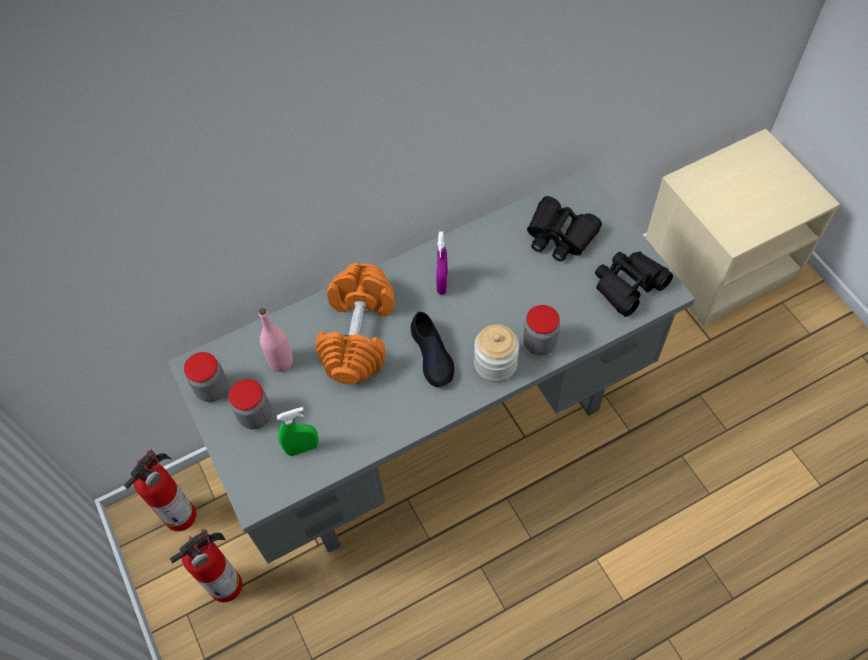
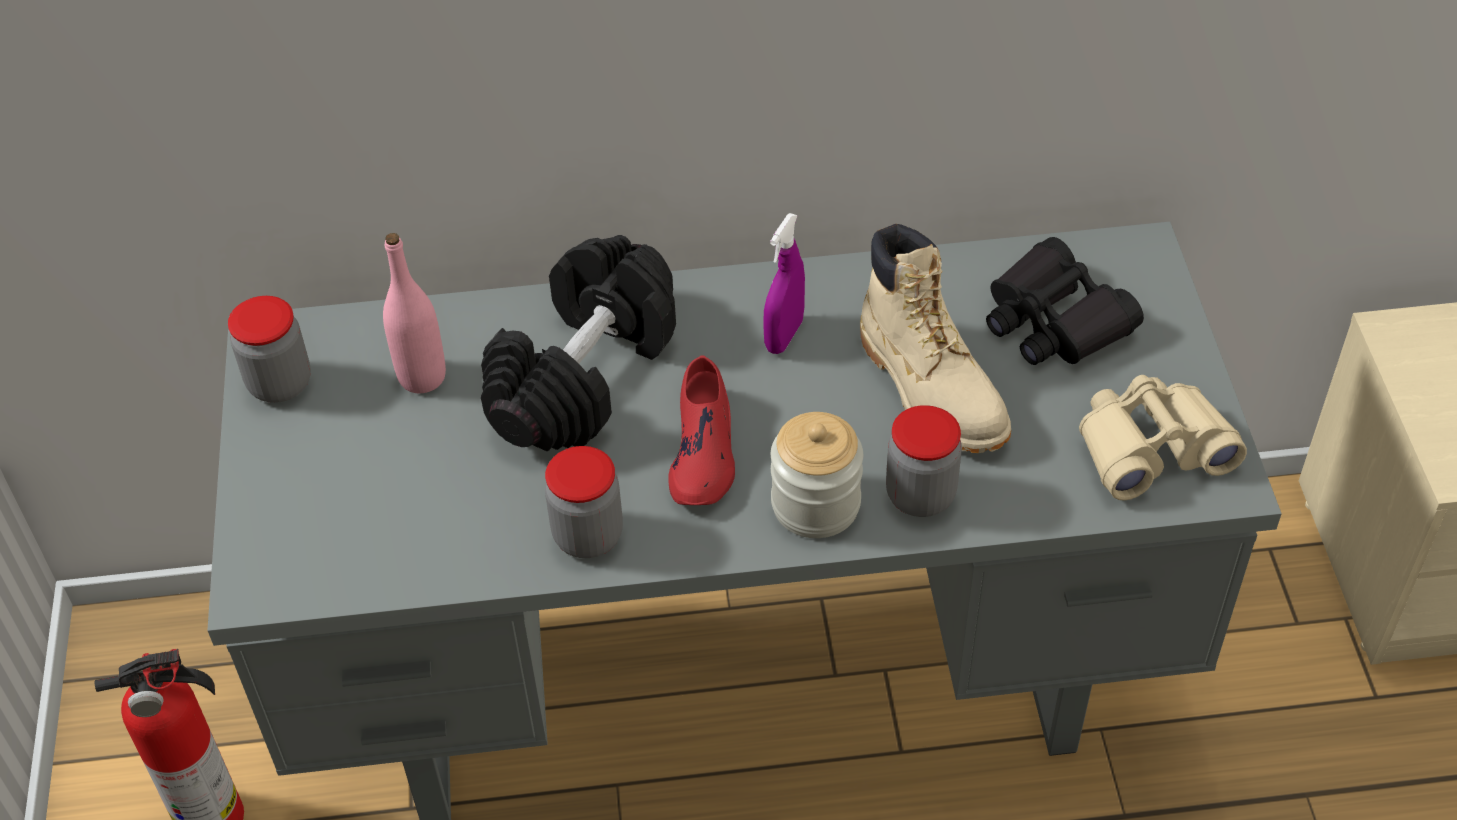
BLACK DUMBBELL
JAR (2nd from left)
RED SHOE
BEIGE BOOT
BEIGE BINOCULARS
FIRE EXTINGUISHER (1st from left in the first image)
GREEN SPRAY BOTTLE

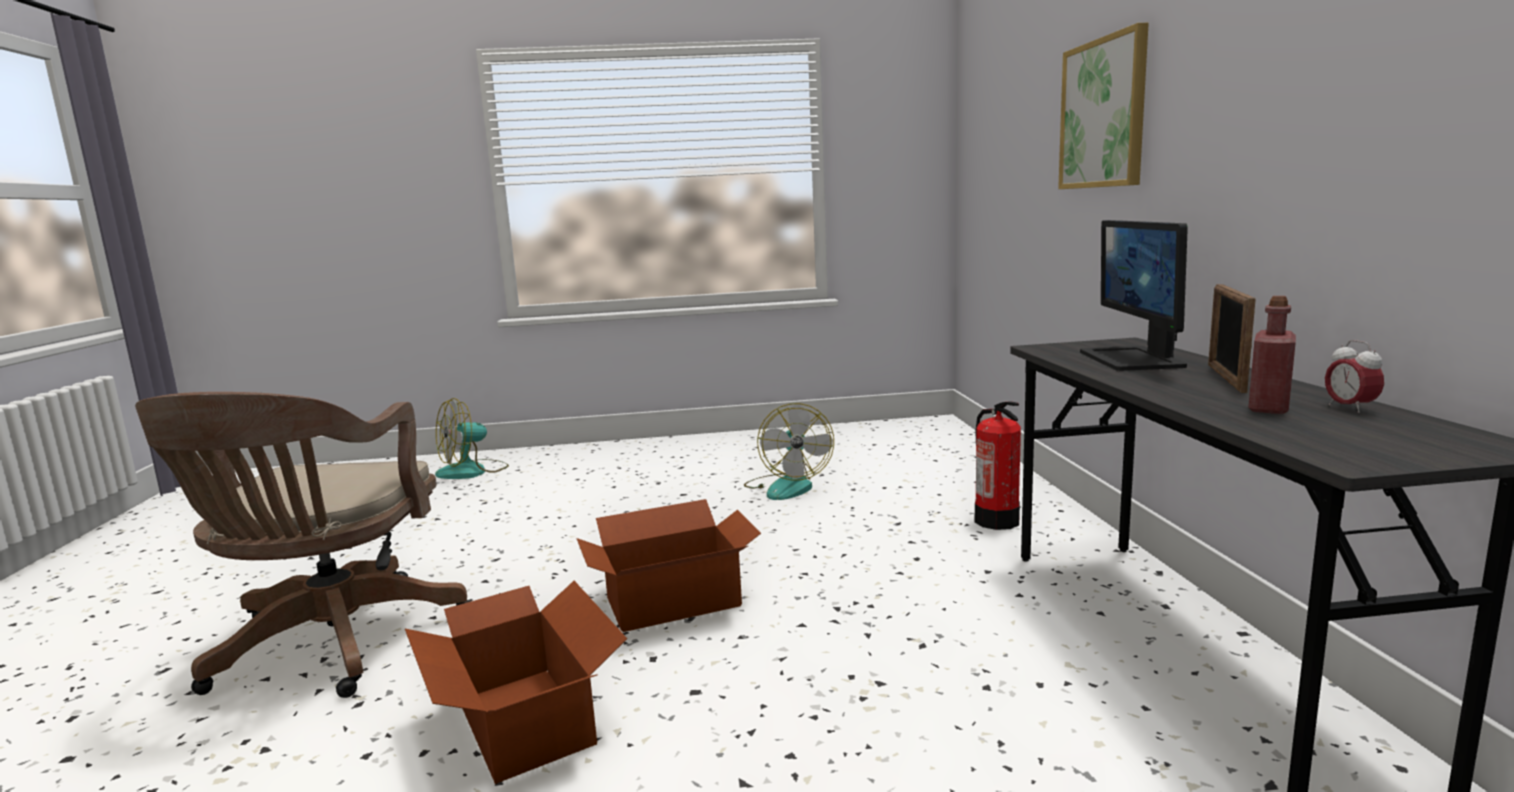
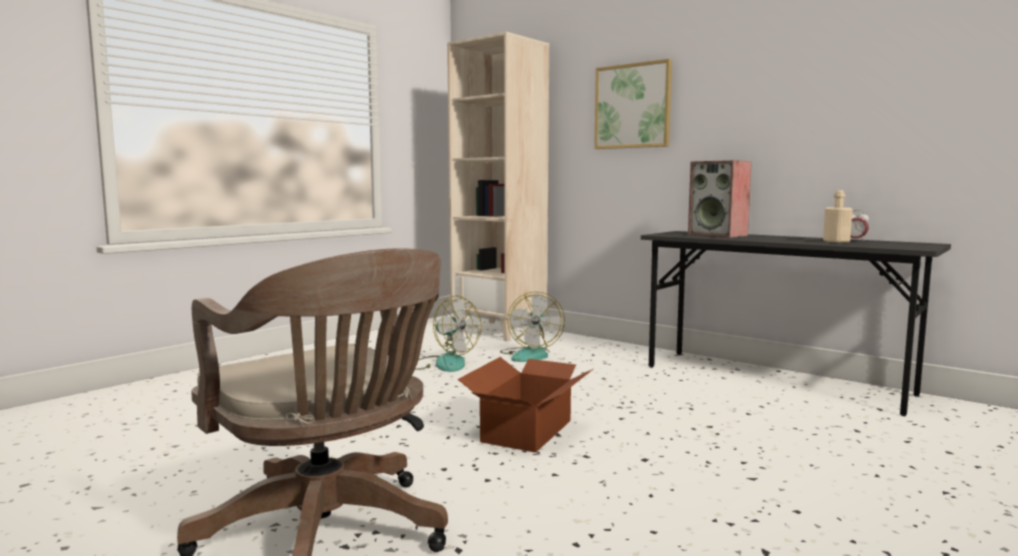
BEIGE BOOKCASE
FAN (2nd from left)
SPEAKER
BEIGE BOTTLE
CARDBOARD BOX (1st from left in the first image)
FIRE EXTINGUISHER
PICTURE FRAME

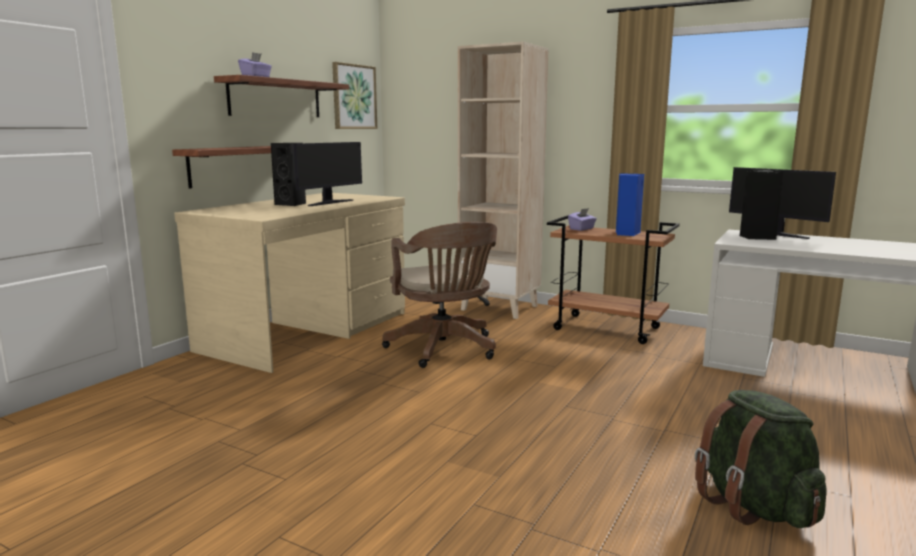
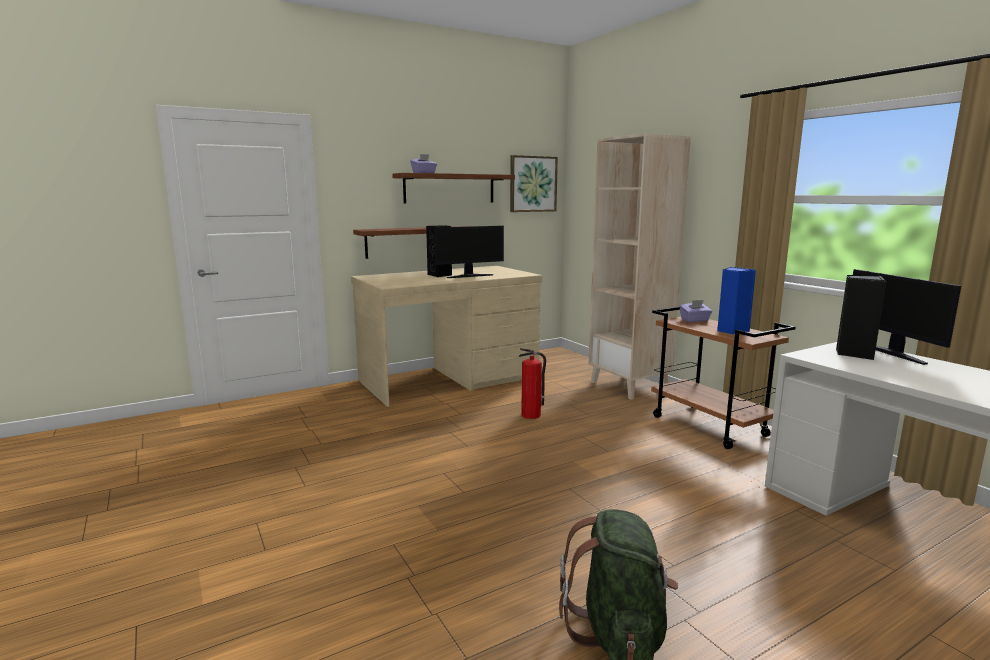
FIRE EXTINGUISHER

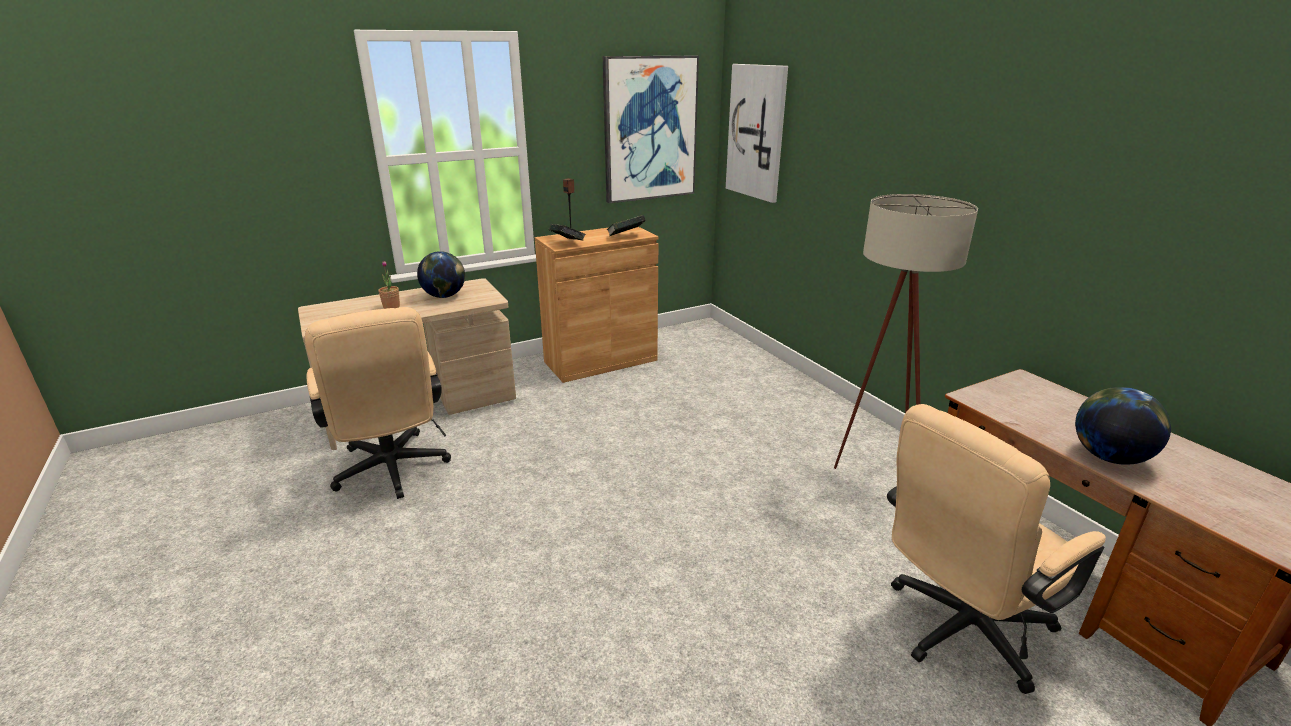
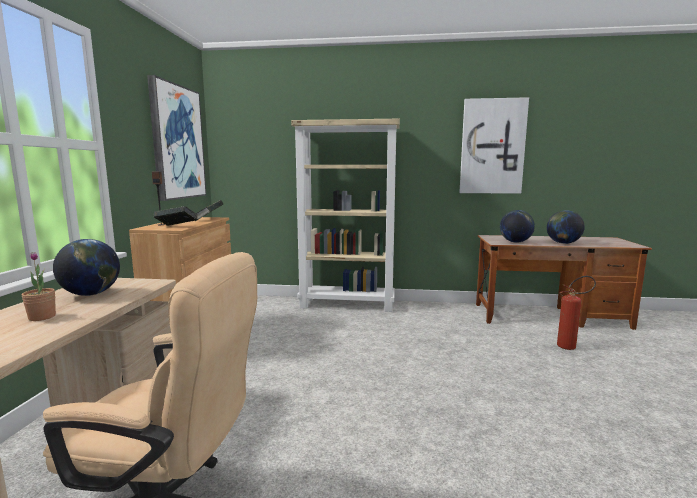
BEIGE BOOKCASE
PICTURE (2nd from left)
GLOBE (2nd from left)
FIRE EXTINGUISHER
BEIGE FLOOR LAMP

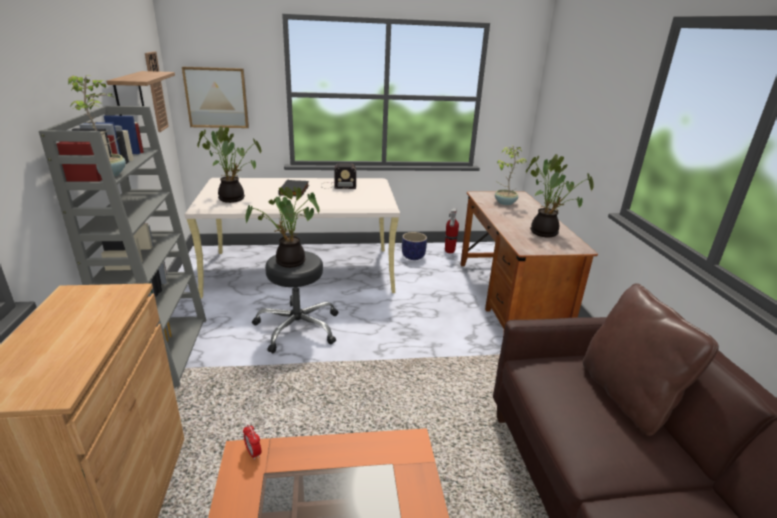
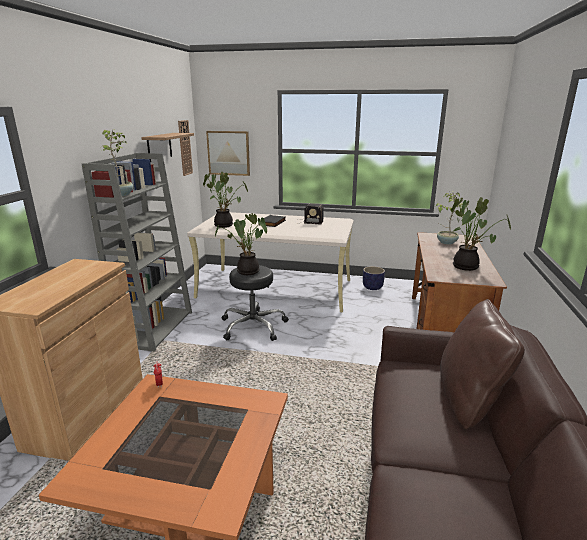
FIRE EXTINGUISHER

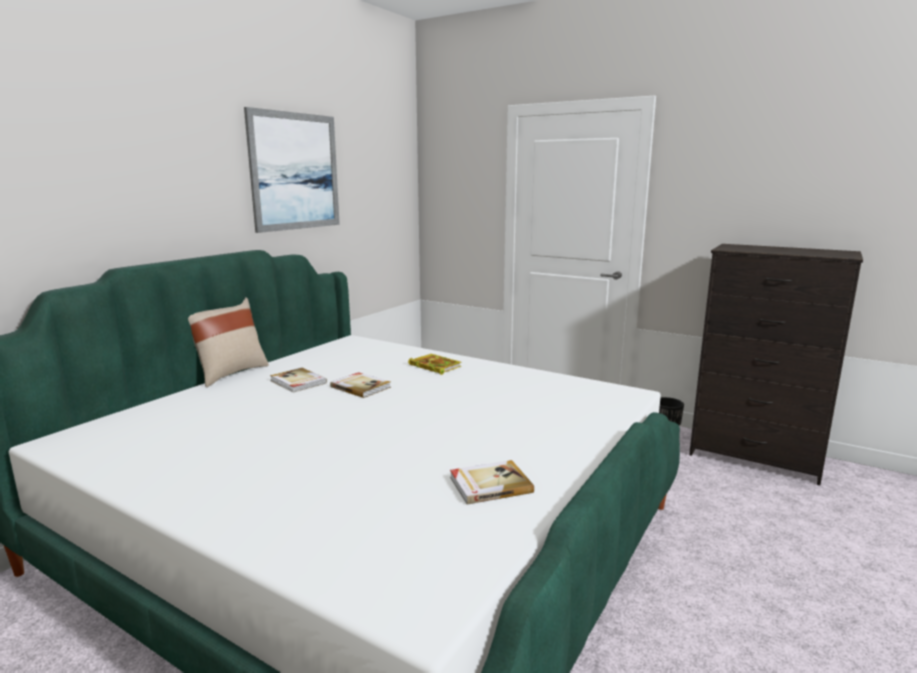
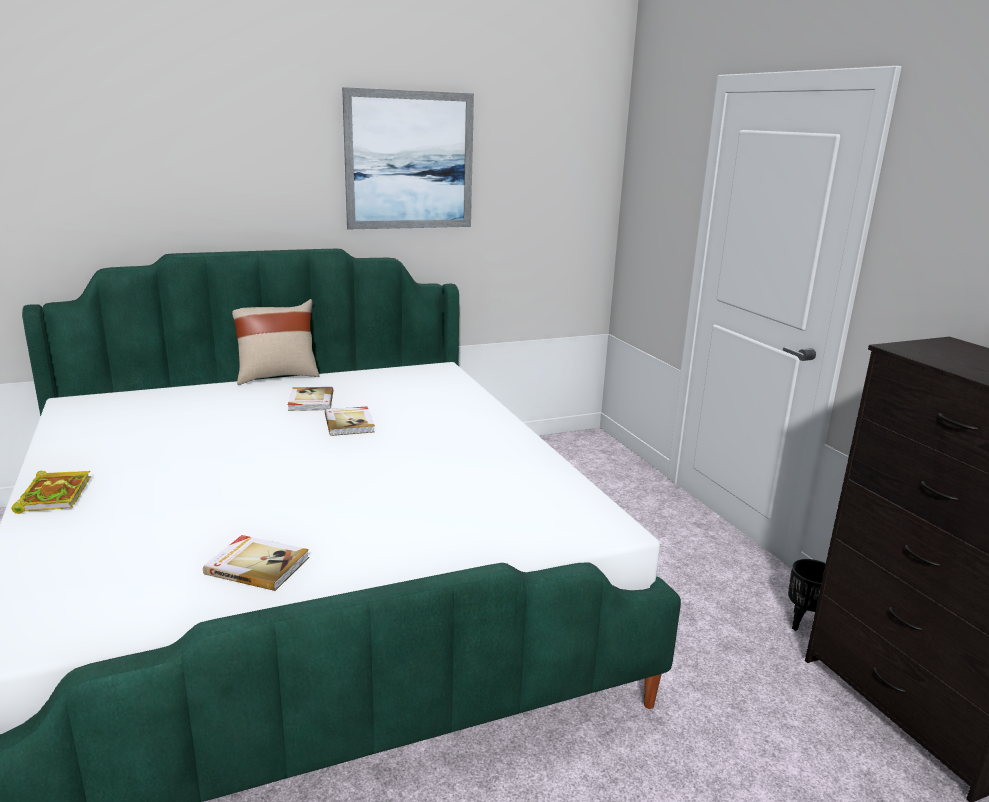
BOOK (1st from left)

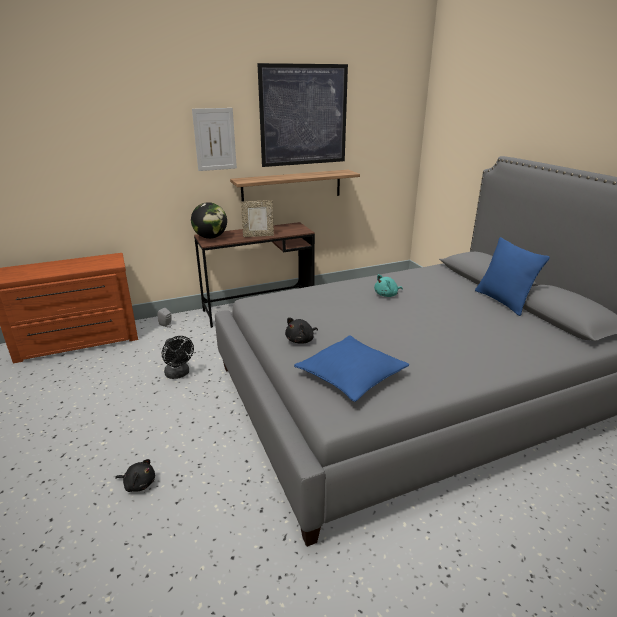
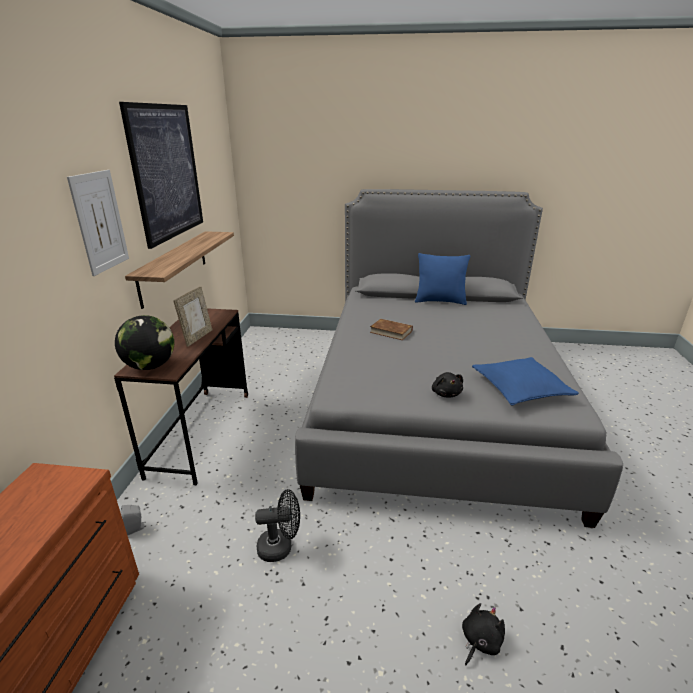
BROWN BOOK

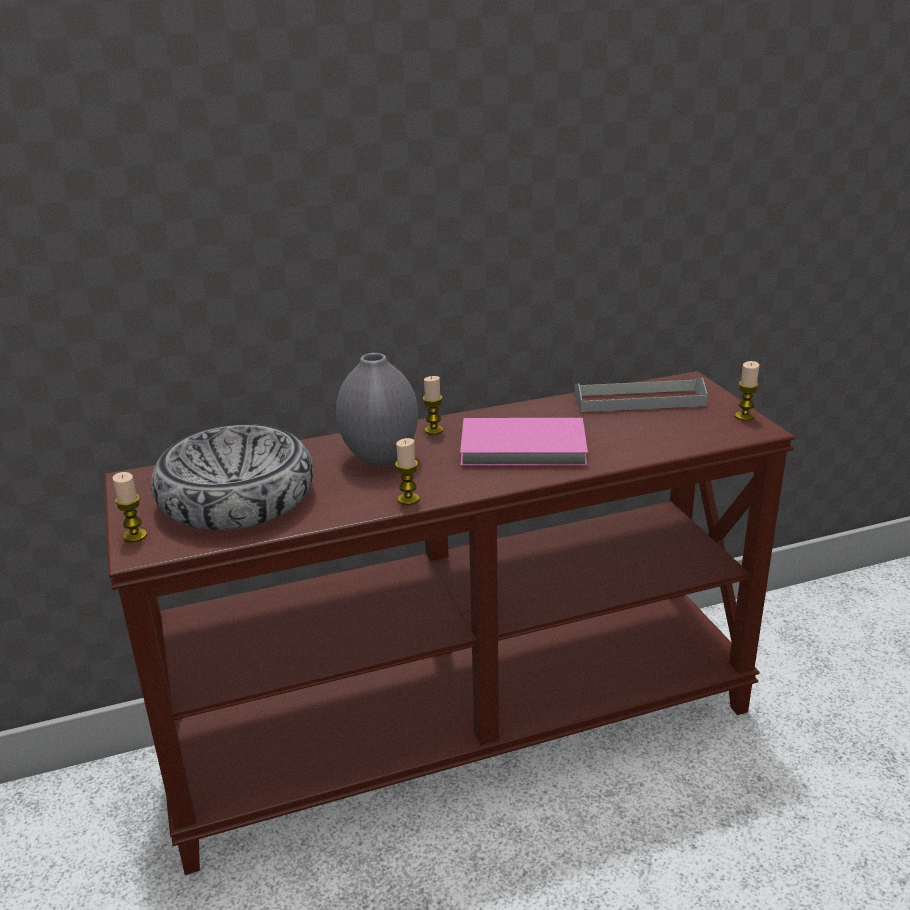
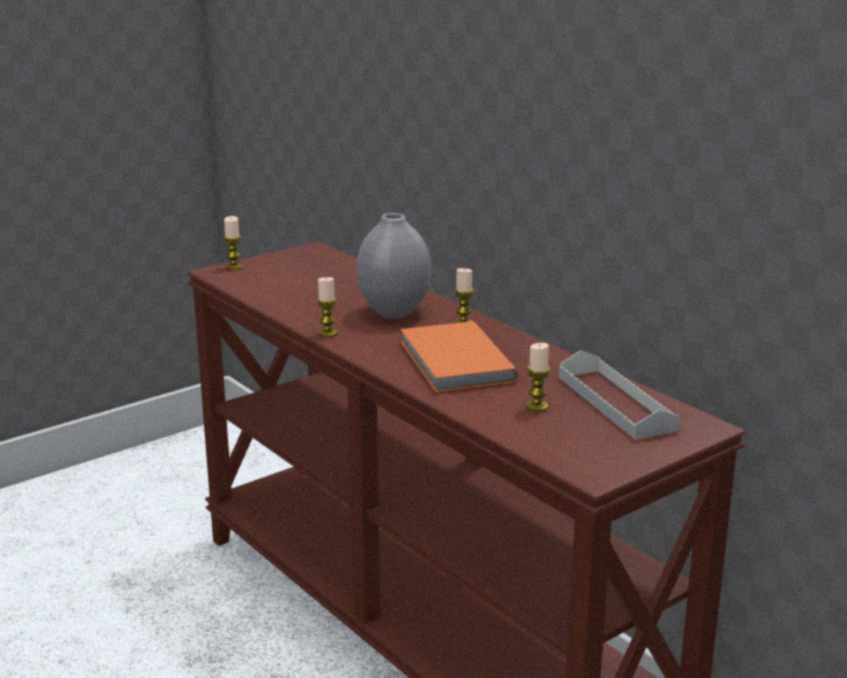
ORANGE BOOK
CANDLE (4th from left)
BOWL

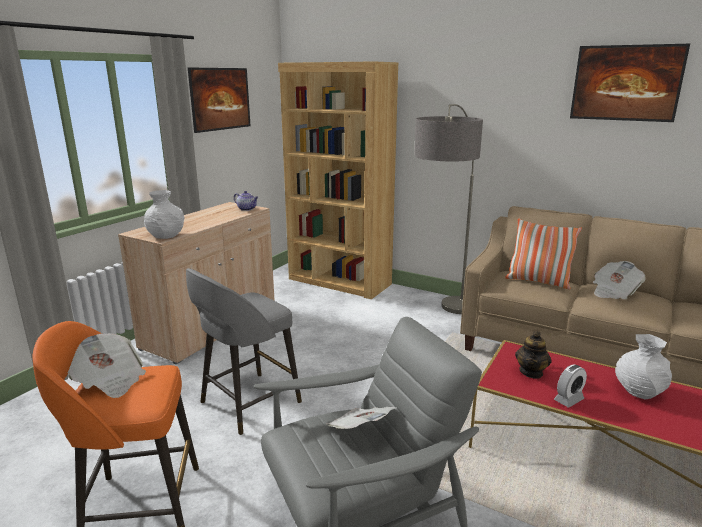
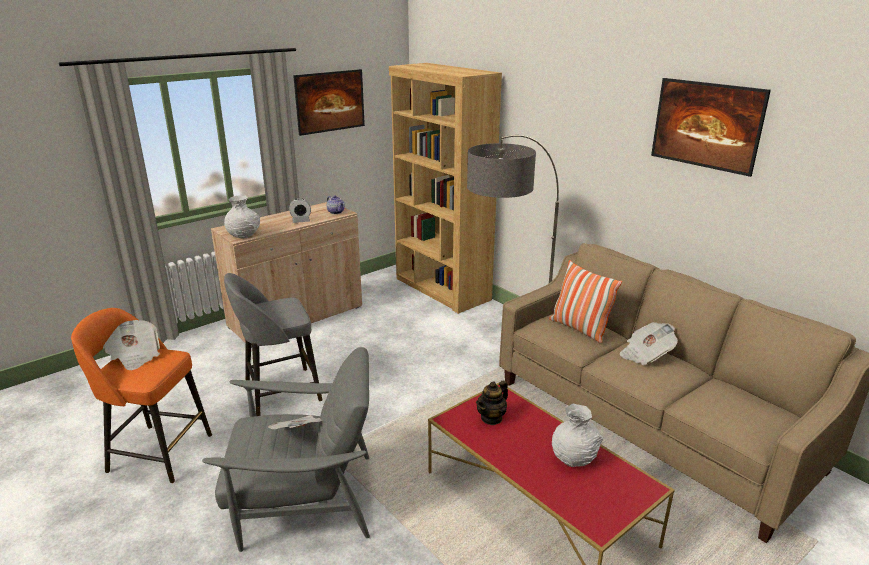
ALARM CLOCK

